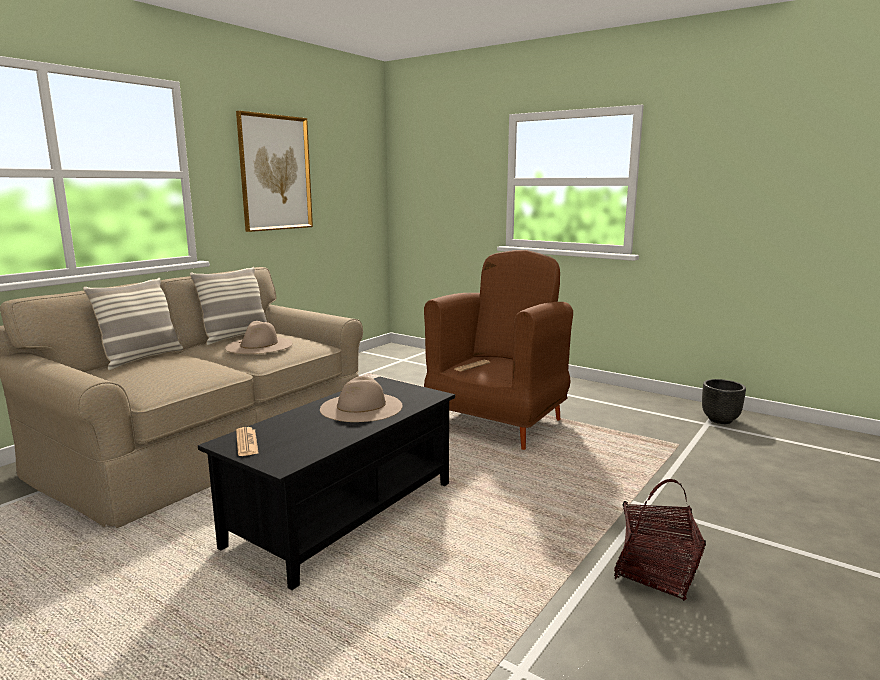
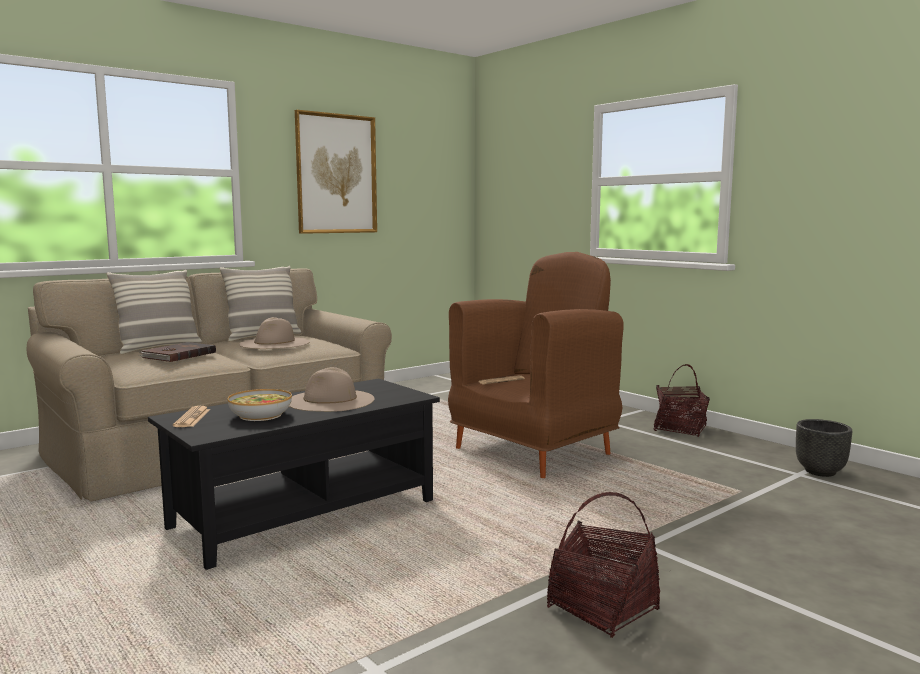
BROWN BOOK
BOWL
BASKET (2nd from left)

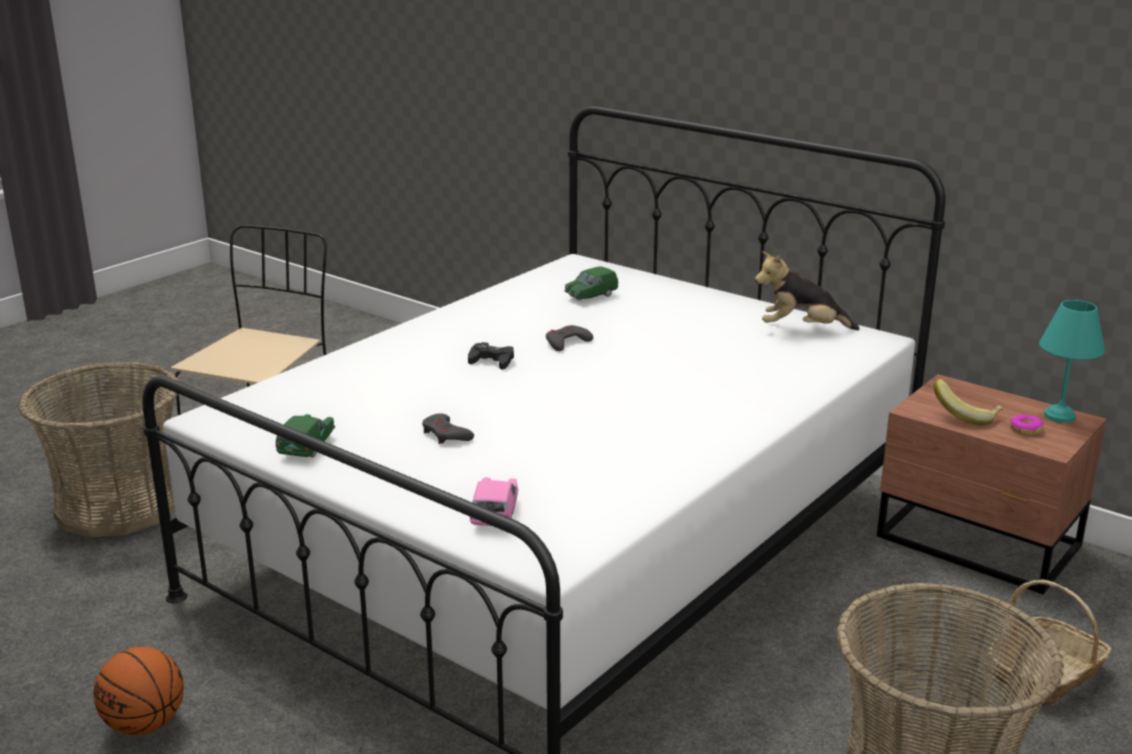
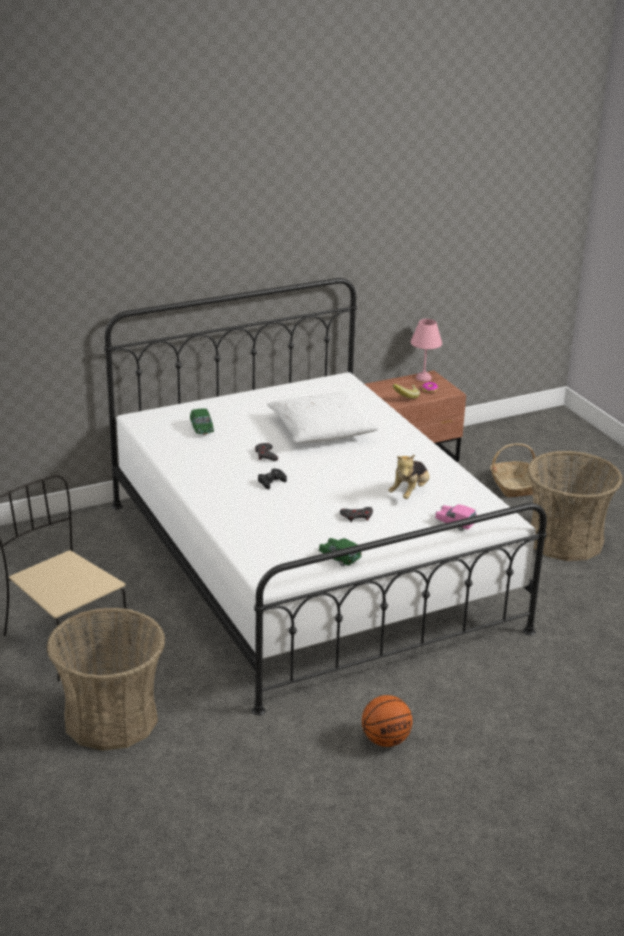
WHITE PILLOW
PLUSH TOY
PINK TABLE LAMP

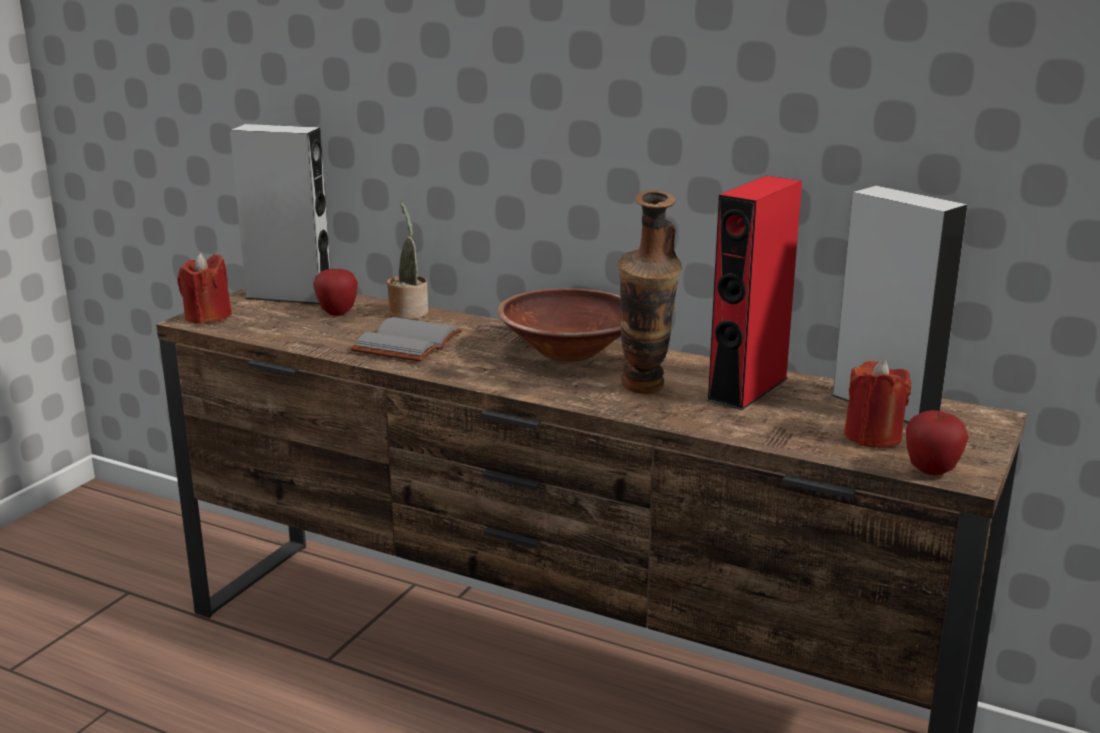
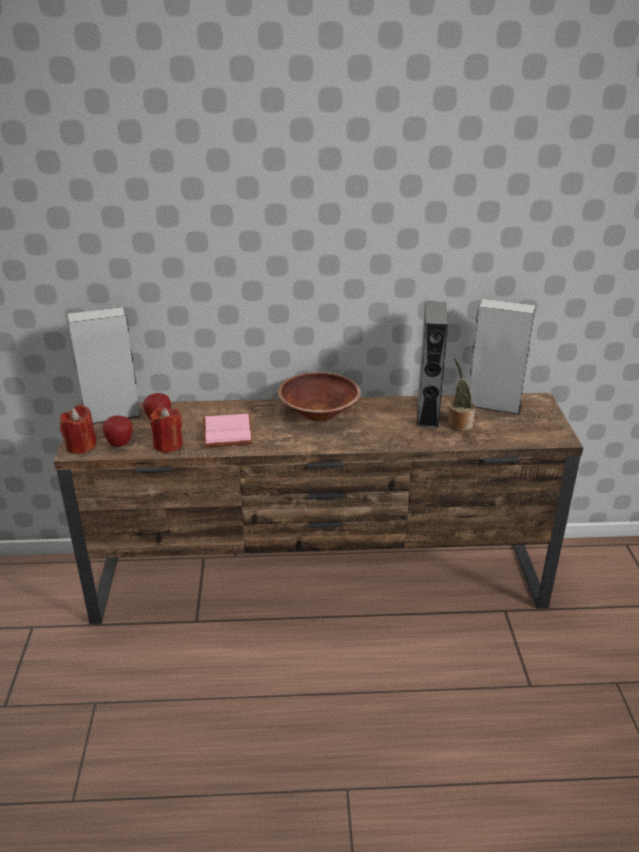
APPLE (1st from left)
RED CANDLE (2nd from left)
PINK BOOK
GREY SPEAKER (2nd from left)
POTTED PLANT
VASE

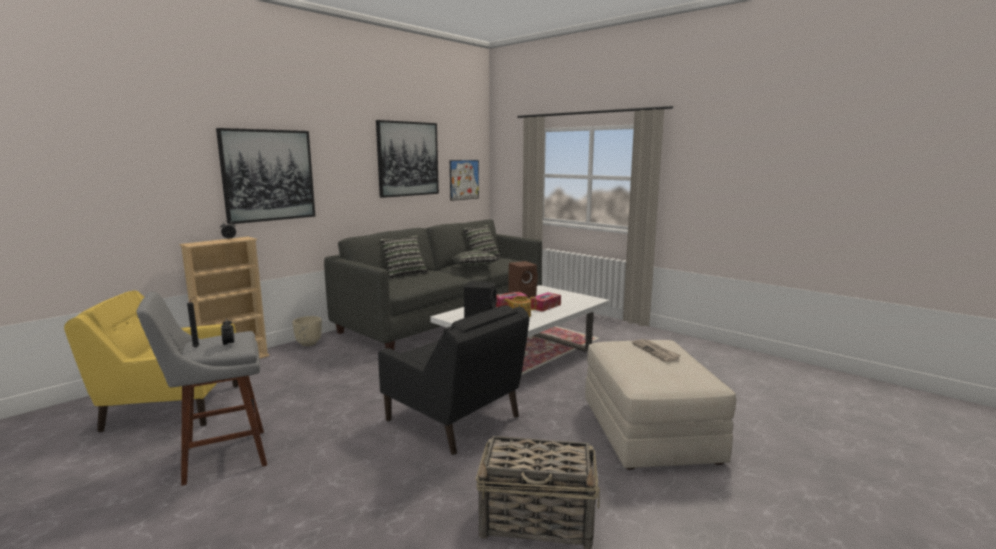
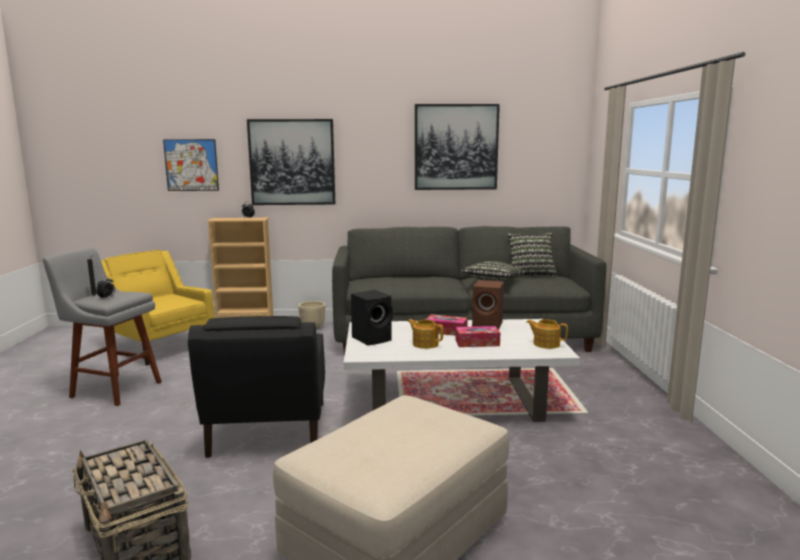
PICTURE (1st from left)
TEAPOT (2nd from left)
PILLOW (1st from left in the first image)
NEWSPAPER

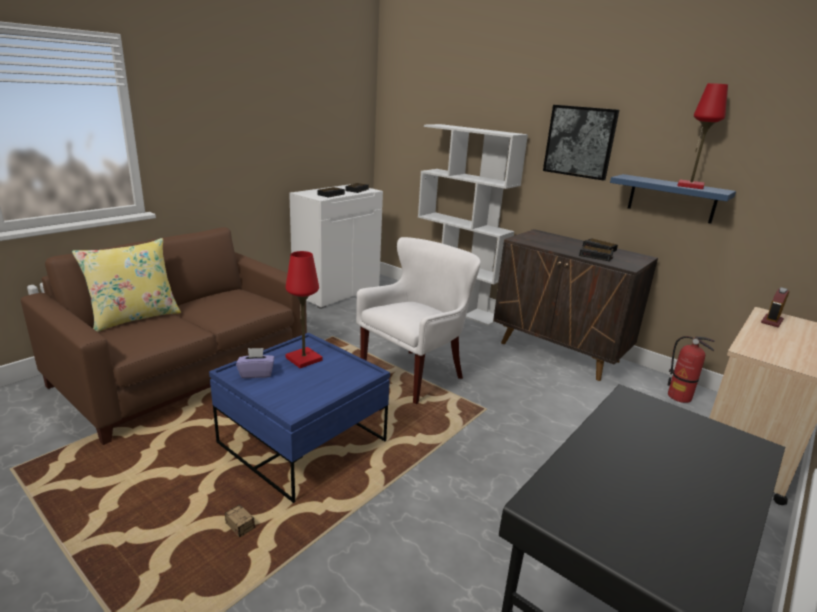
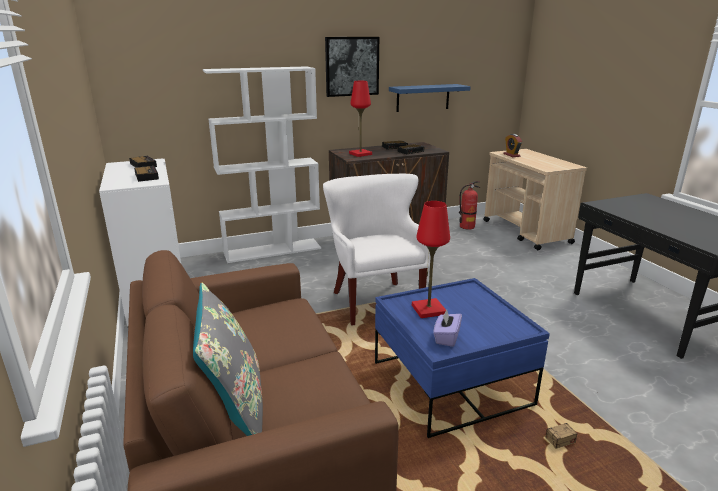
GREY PILLOW
RED TABLE LAMP (1st from left)

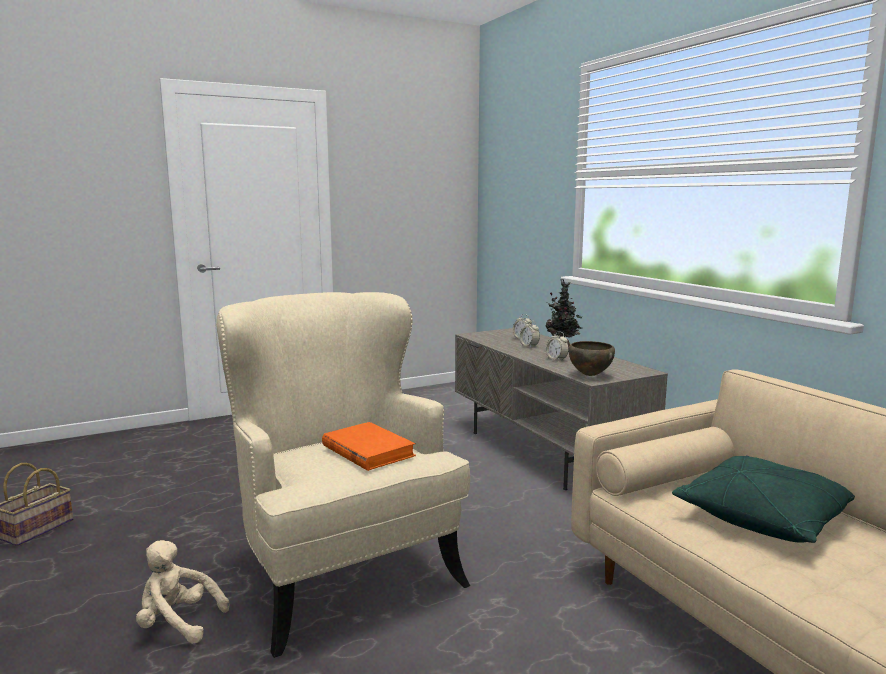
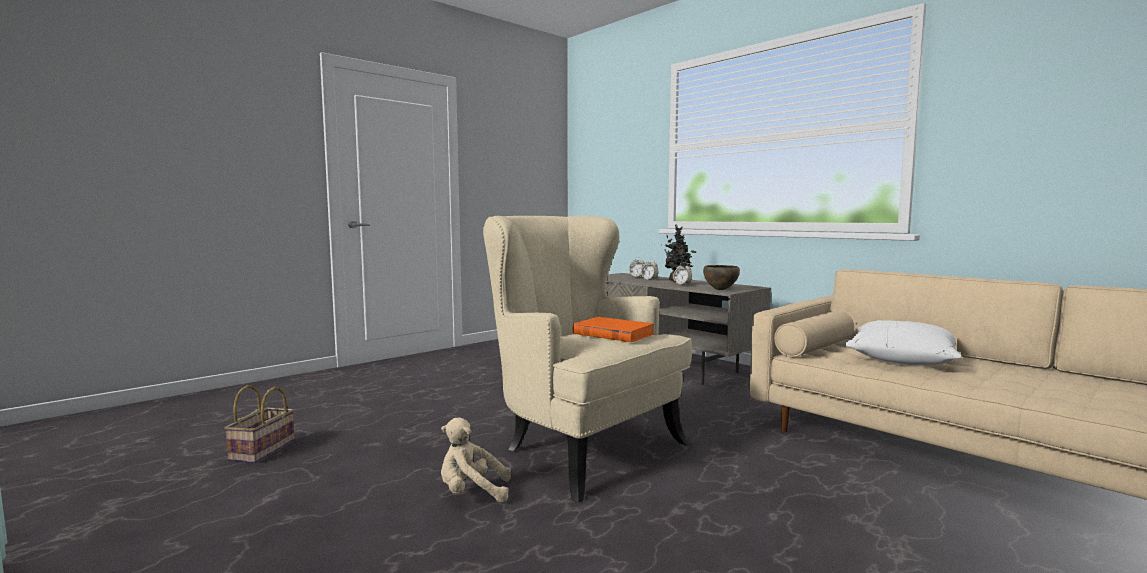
WHITE PILLOW

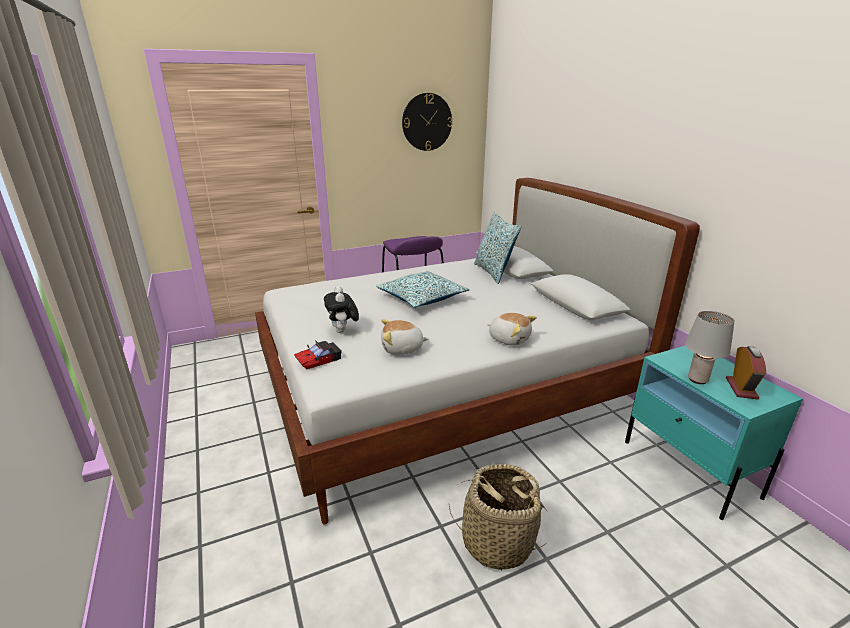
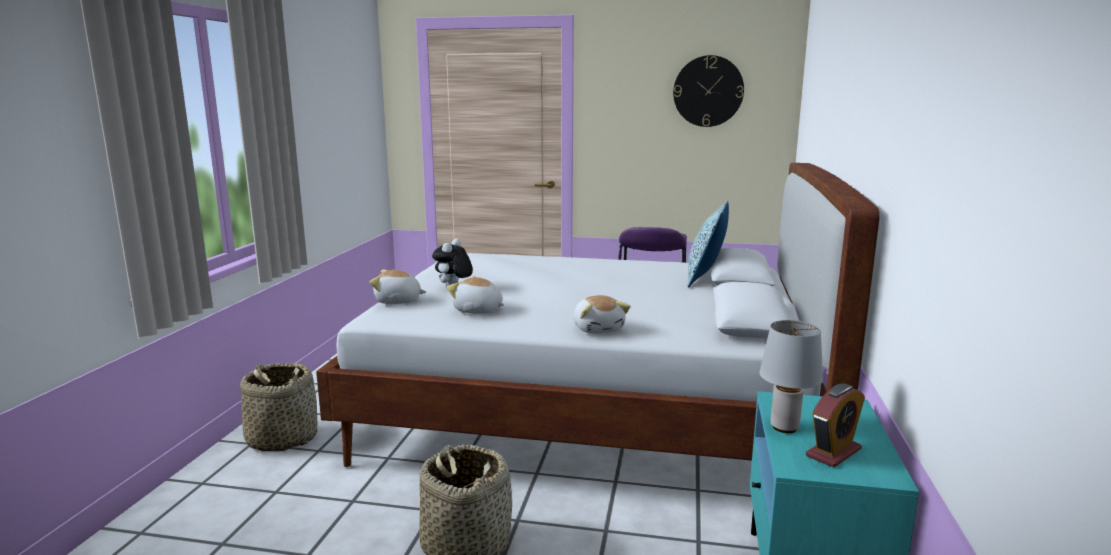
BASKET (1st from left)
PLUSH TOY (1st from left)
PILLOW (1st from left in the first image)

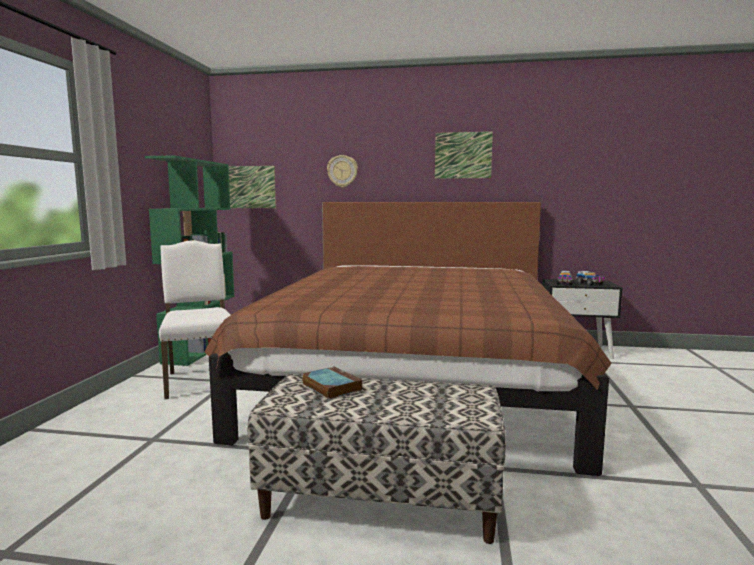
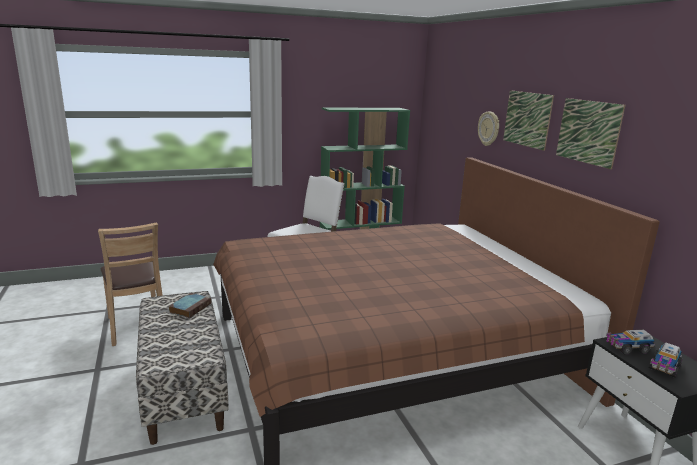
BROWN CHAIR
PICTURE (1st from left)

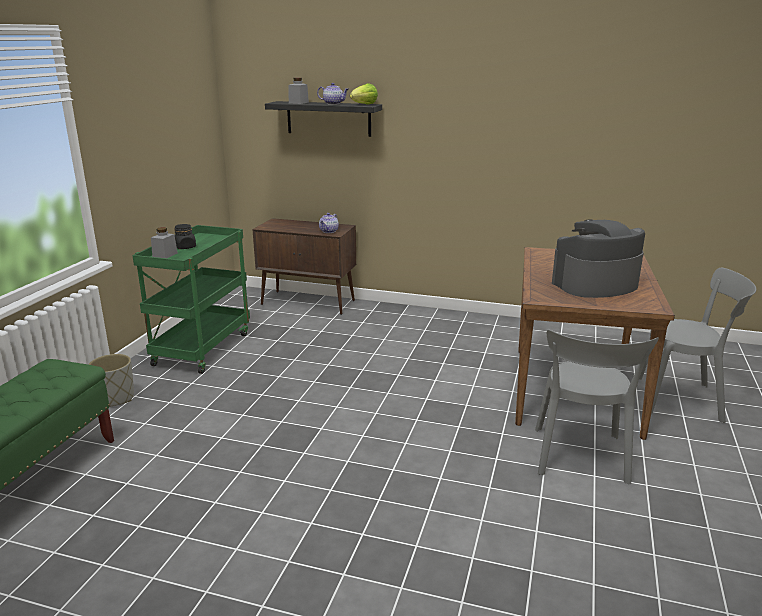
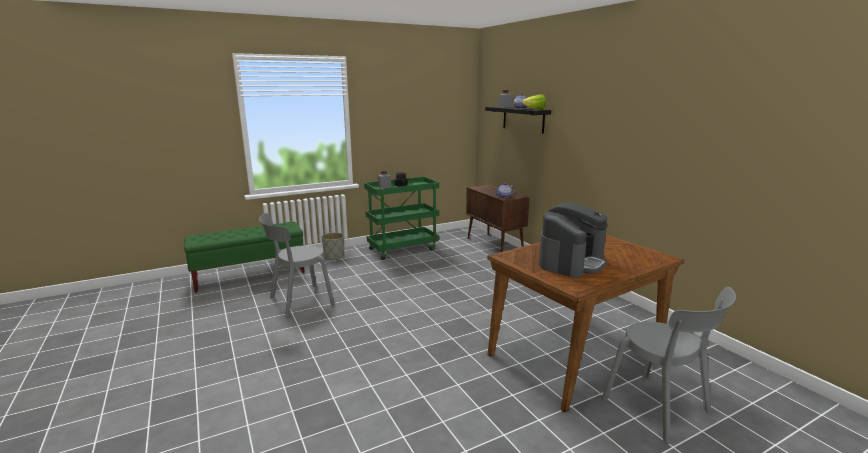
GREY CHAIR (1st from left)
COFFEE MACHINE

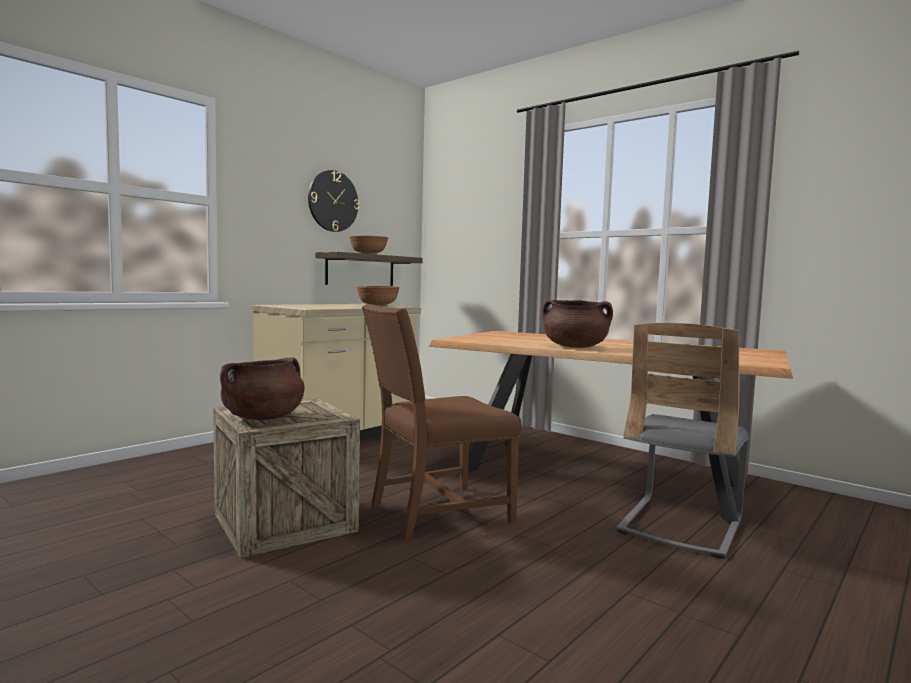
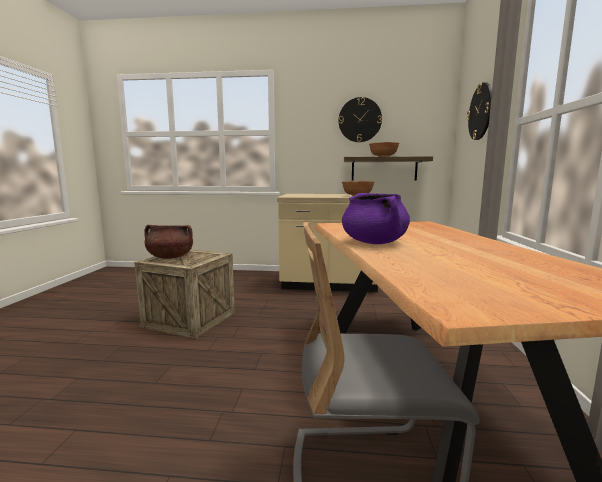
PURPLE COOKING POT
WALL CLOCK (2nd from left)
BROWN CHAIR

